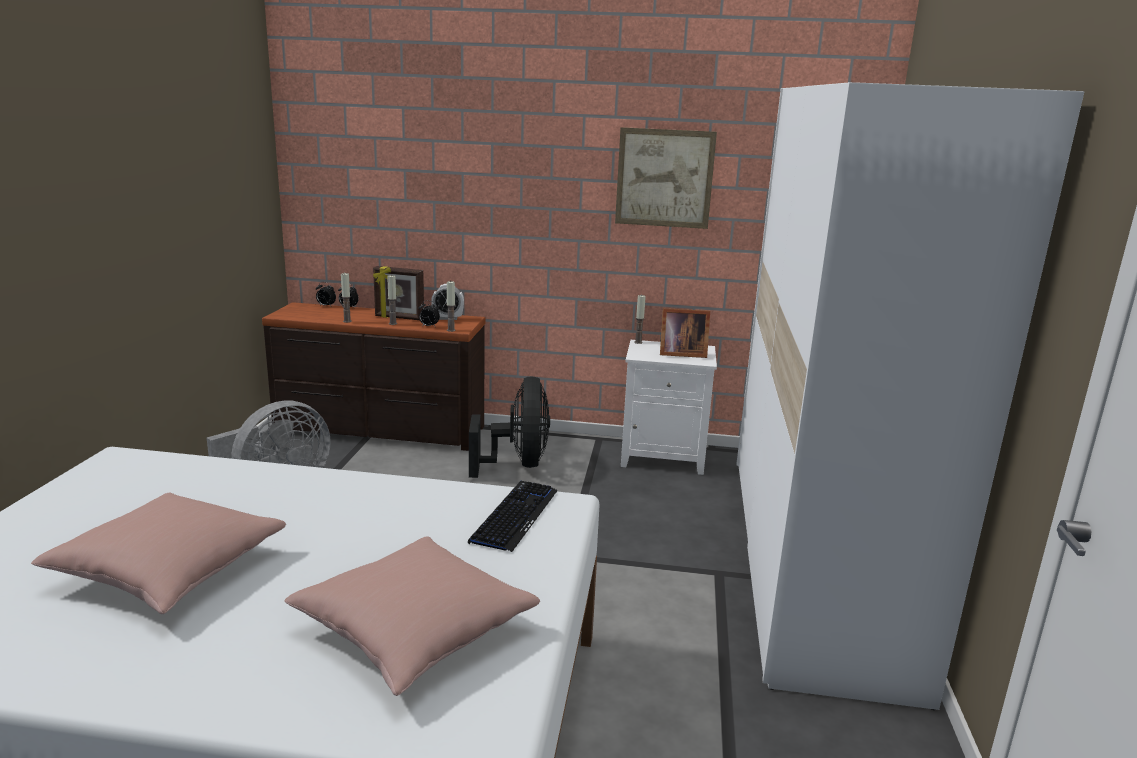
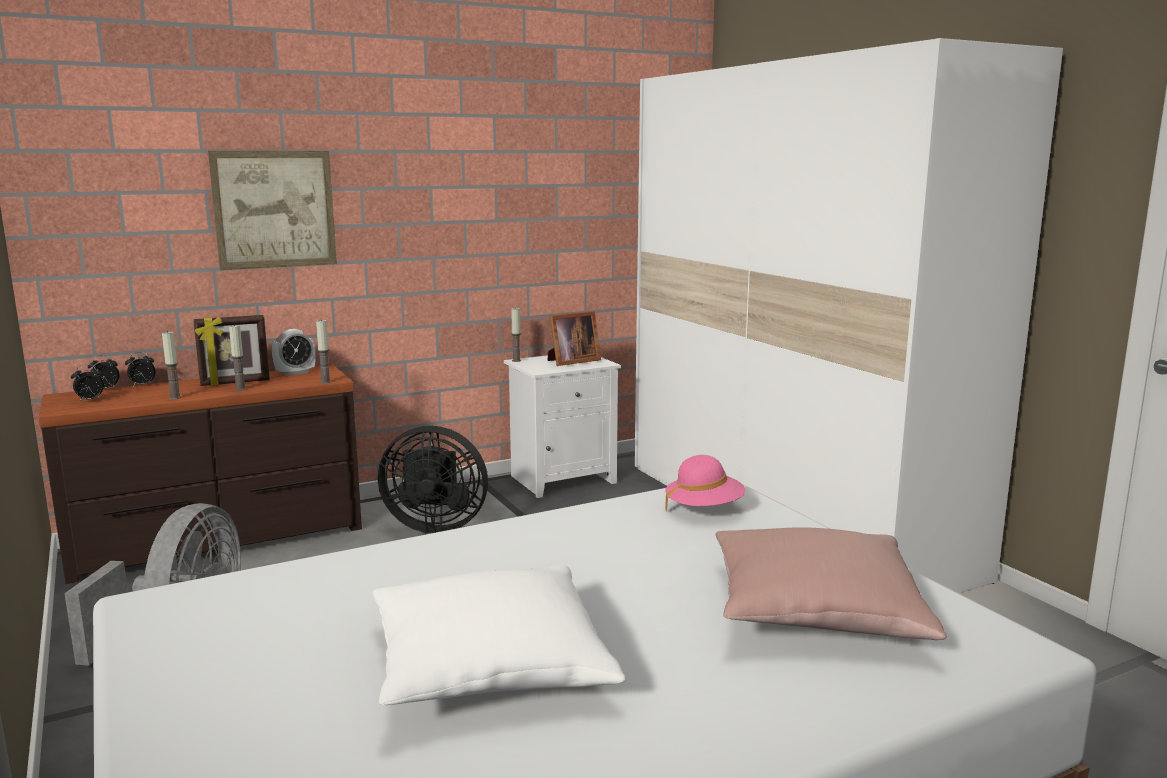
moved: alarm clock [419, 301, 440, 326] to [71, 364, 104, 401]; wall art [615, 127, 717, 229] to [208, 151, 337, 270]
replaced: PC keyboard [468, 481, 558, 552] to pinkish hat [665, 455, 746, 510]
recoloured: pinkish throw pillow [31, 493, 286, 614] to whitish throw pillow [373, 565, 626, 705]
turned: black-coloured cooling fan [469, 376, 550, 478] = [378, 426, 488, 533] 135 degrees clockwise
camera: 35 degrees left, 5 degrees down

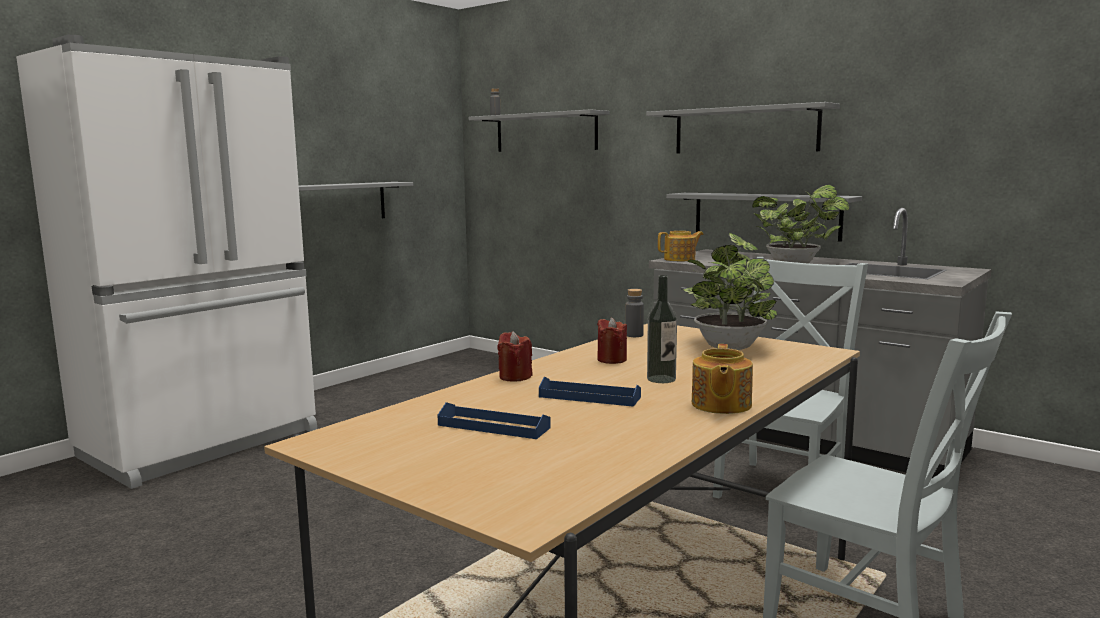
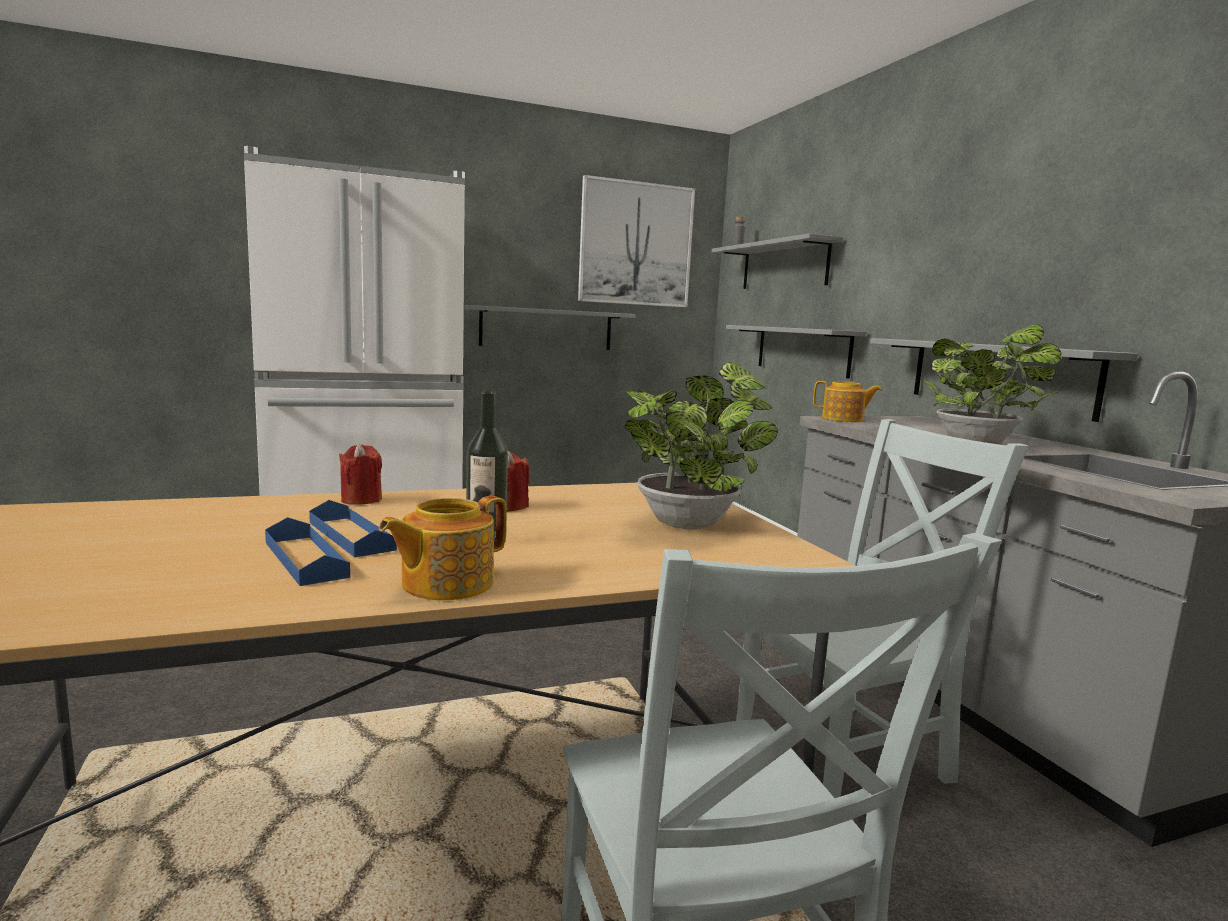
removed: grey beverage bottle [625, 289, 644, 337]
added: wall art [578, 175, 695, 307]
moved: bluish serving tray [438, 402, 551, 439] to [265, 517, 350, 586]; grey bracket shelf [646, 102, 840, 154] to [726, 325, 867, 379]
camera: 30 degrees right, 0 degrees up

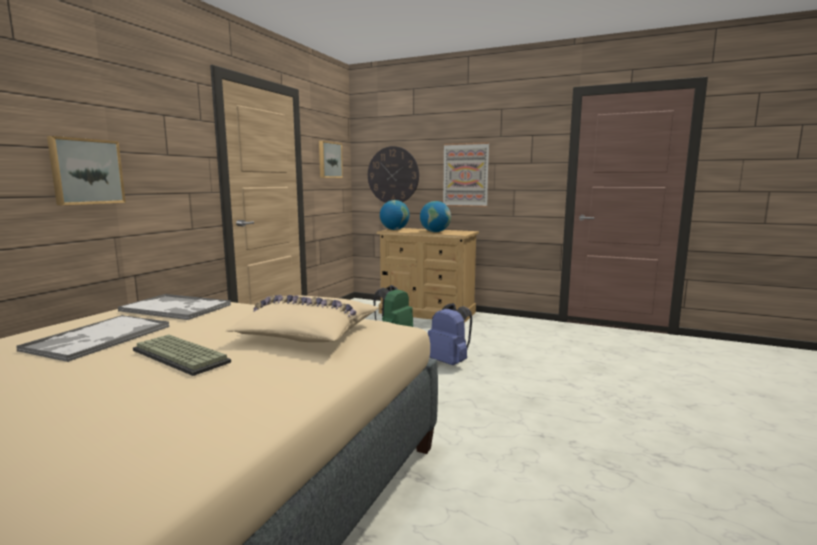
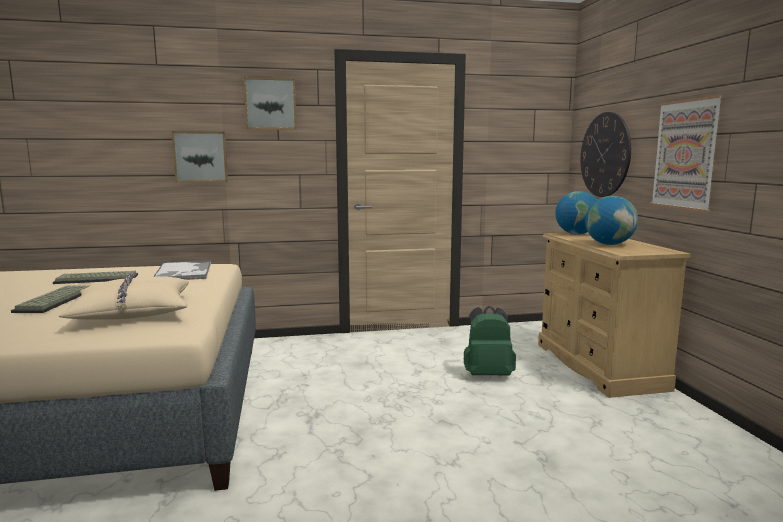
removed: bluish rucksack [428, 303, 472, 365]
moved: wall art [319, 141, 343, 178] to [244, 77, 297, 130]
replaced: serving tray [16, 315, 169, 362] to PC keyboard [53, 271, 138, 284]
camera: 55 degrees right, 0 degrees up

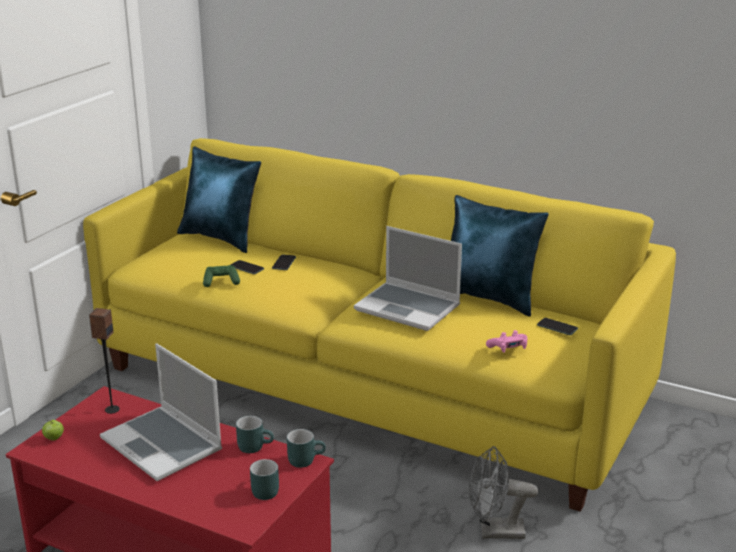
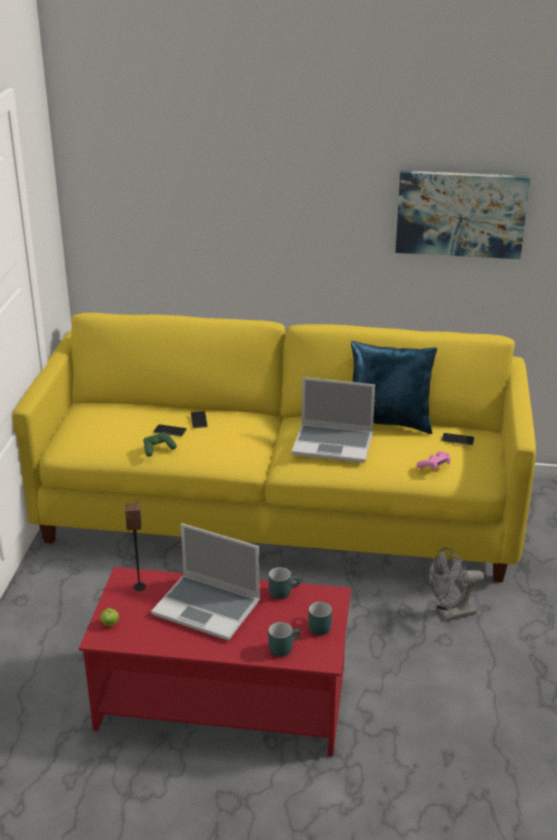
removed: bluish throw pillow [177, 146, 261, 253]
added: wall art [395, 170, 530, 259]
moved: turquoise-coloured tea mug [287, 429, 326, 468] to [268, 622, 300, 657]
camera: 20 degrees left, 5 degrees up

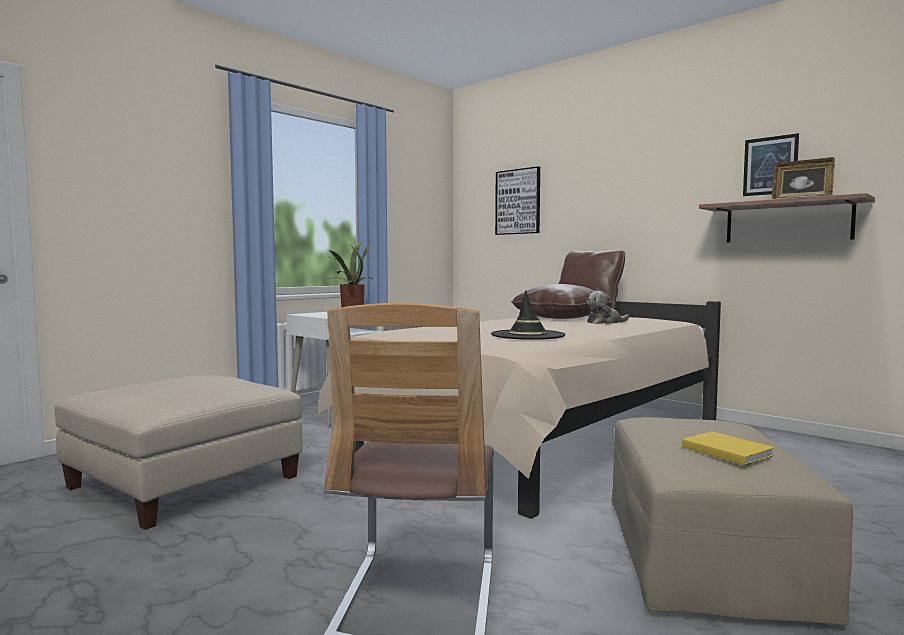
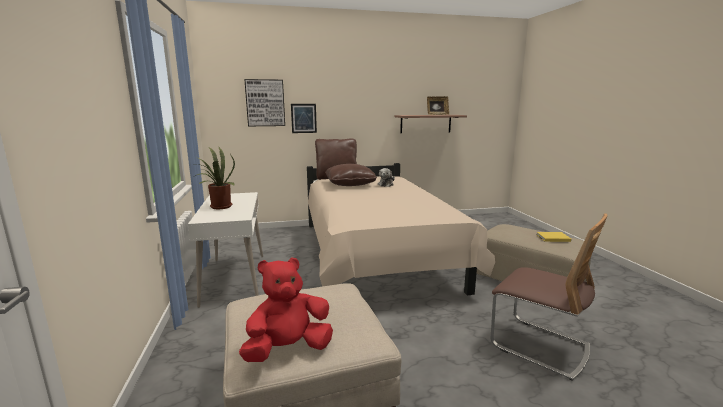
removed: black-coloured hat [491, 291, 566, 340]
added: reddish plush toy [239, 257, 333, 362]
moved: wall art [743, 133, 799, 196] to [291, 104, 317, 133]
camera: 55 degrees left, 10 degrees up

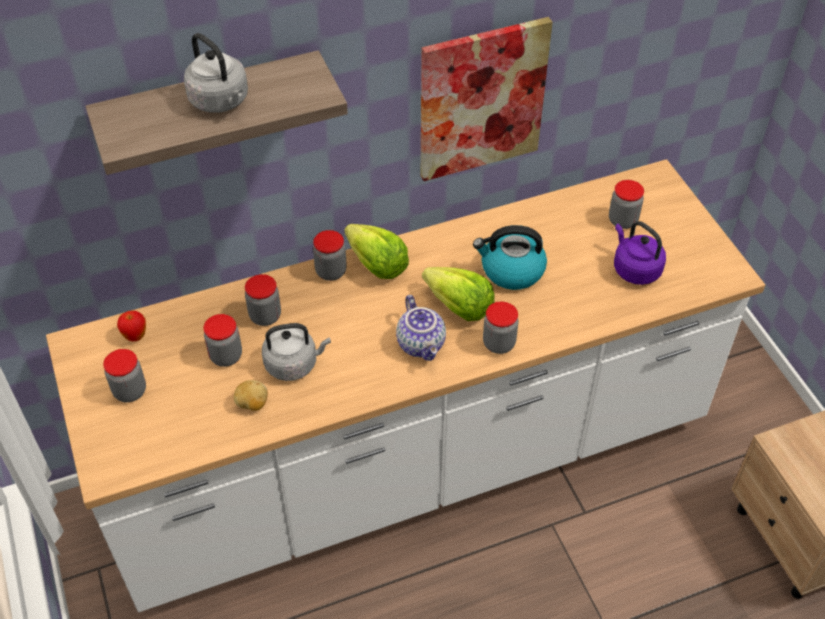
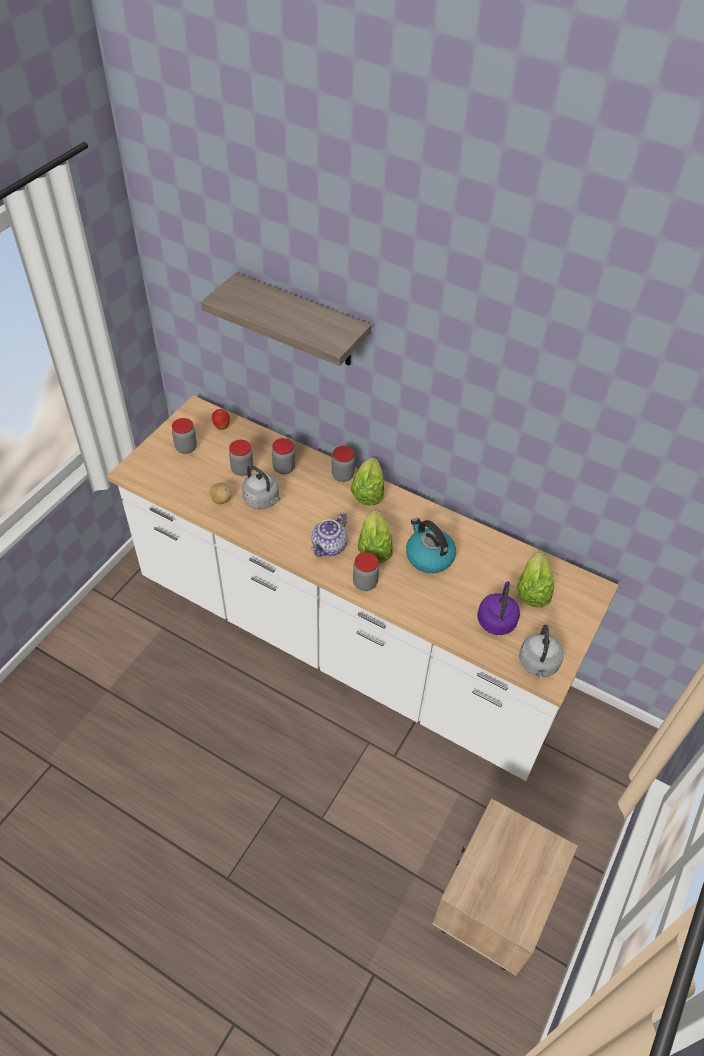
removed: wall art [421, 17, 553, 181]
moved: grey water kettle [184, 33, 248, 113] to [519, 625, 564, 678]
replaced: preserve jar [609, 180, 644, 229] to lettuce head [517, 552, 554, 607]
camera: 50 degrees right, 0 degrees up

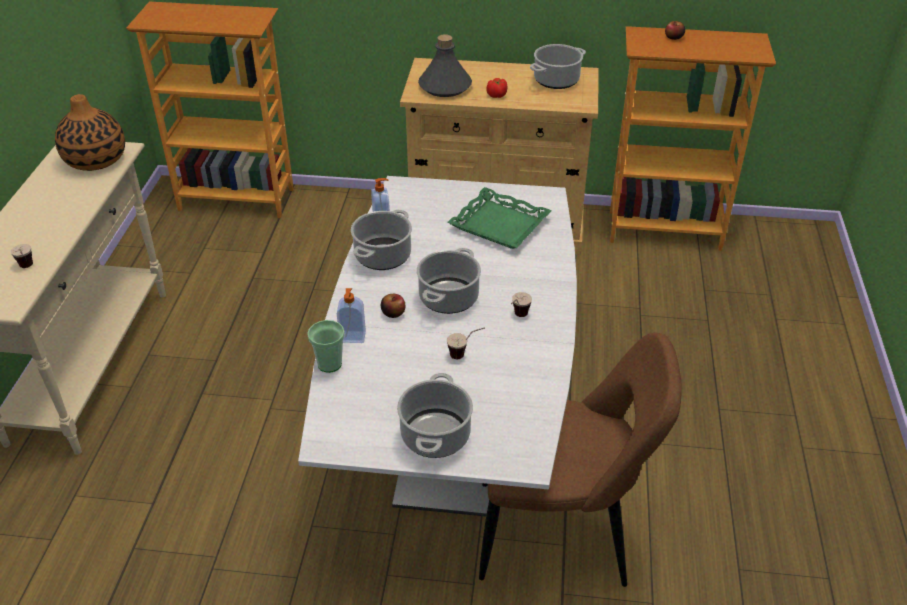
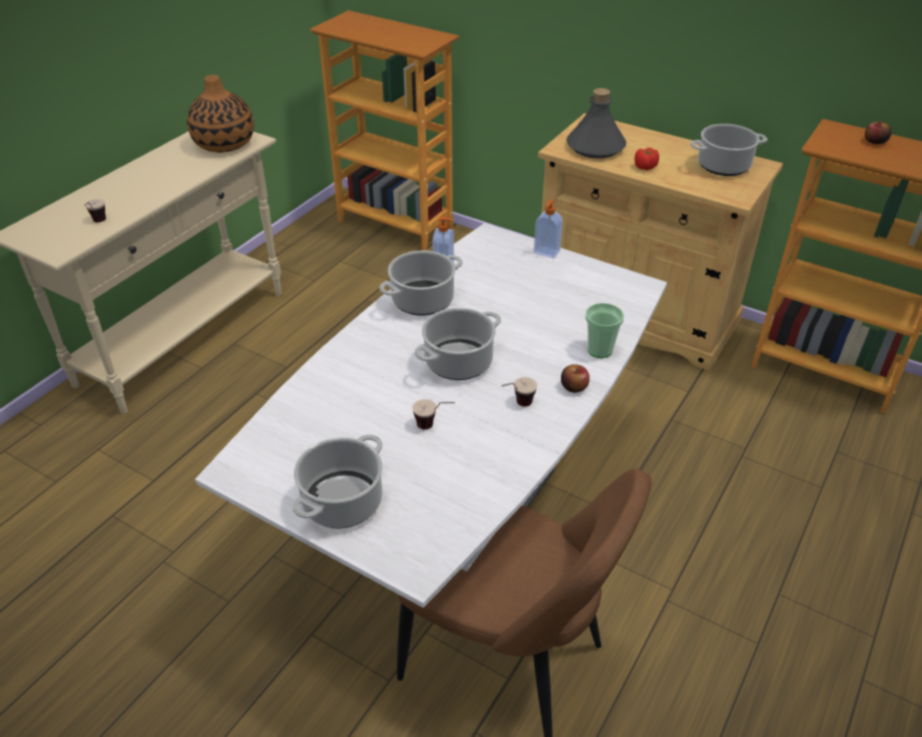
removed: green serving tray [447, 187, 552, 249]
moved: soap dispenser [337, 288, 366, 343] to [534, 200, 563, 258]; apple [381, 294, 405, 318] to [561, 364, 590, 393]; drinking cup [307, 320, 345, 373] to [585, 303, 624, 358]
camera: 25 degrees right, 0 degrees up

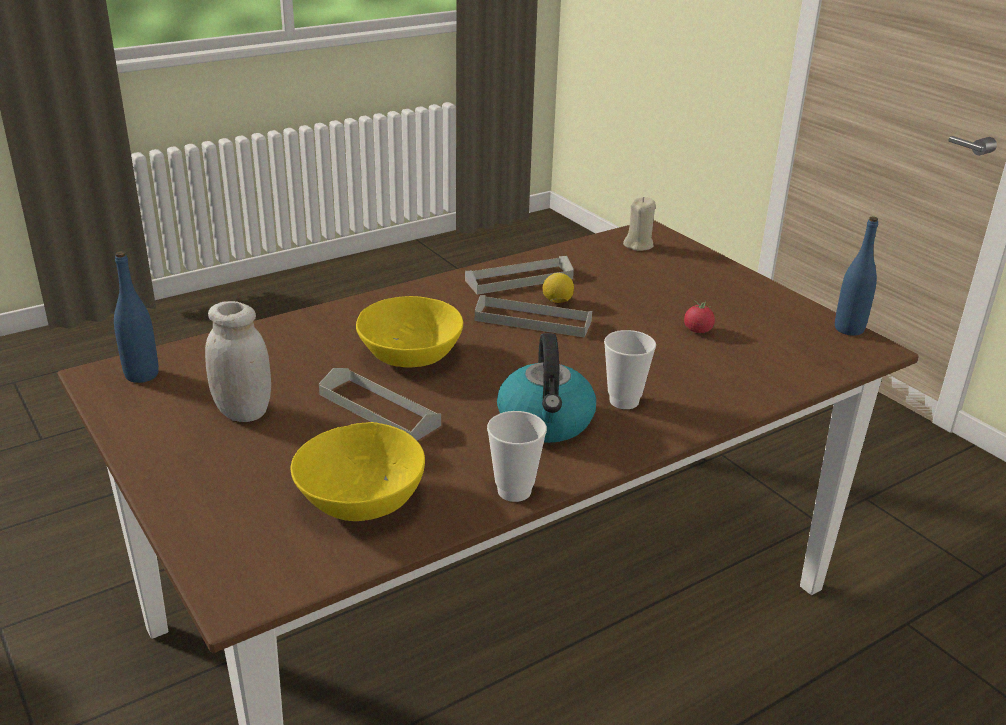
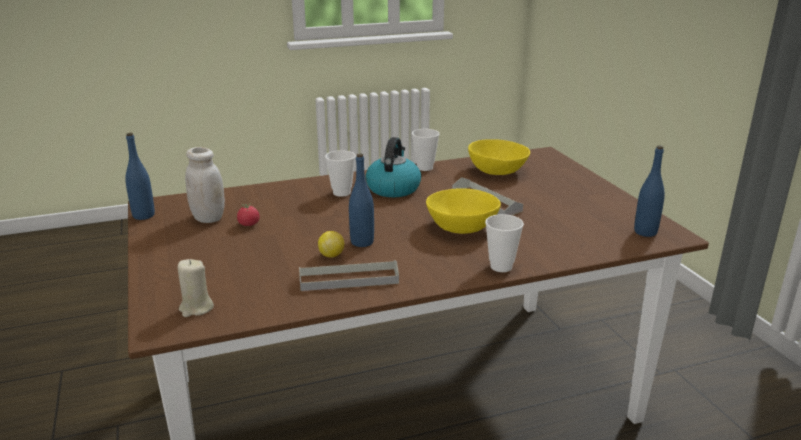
added: drinking cup [485, 214, 524, 272]
moved: whitish preserve jar [205, 301, 271, 422] to [185, 147, 225, 223]
replaced: grey serving tray [475, 295, 592, 337] to bluish beverage bottle [349, 153, 374, 247]
camera: 165 degrees left, 5 degrees down

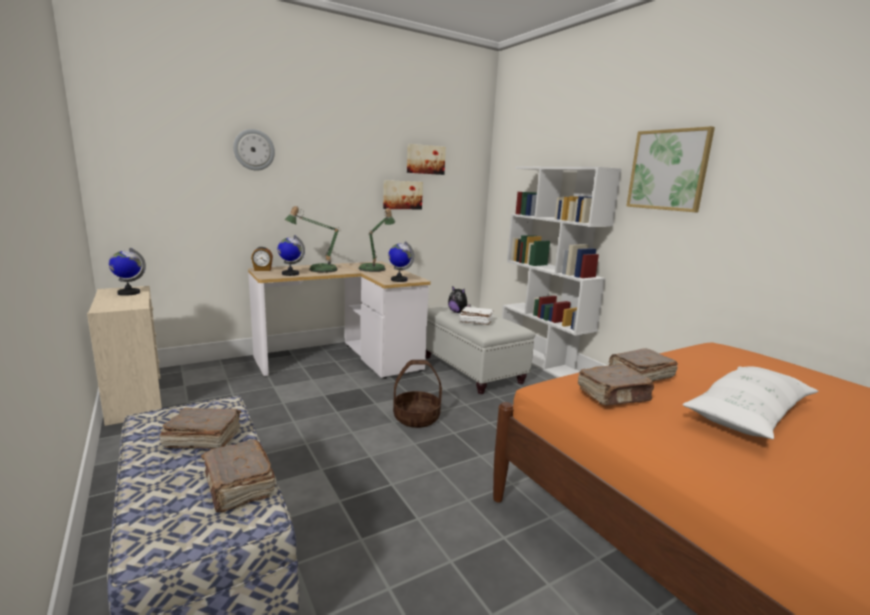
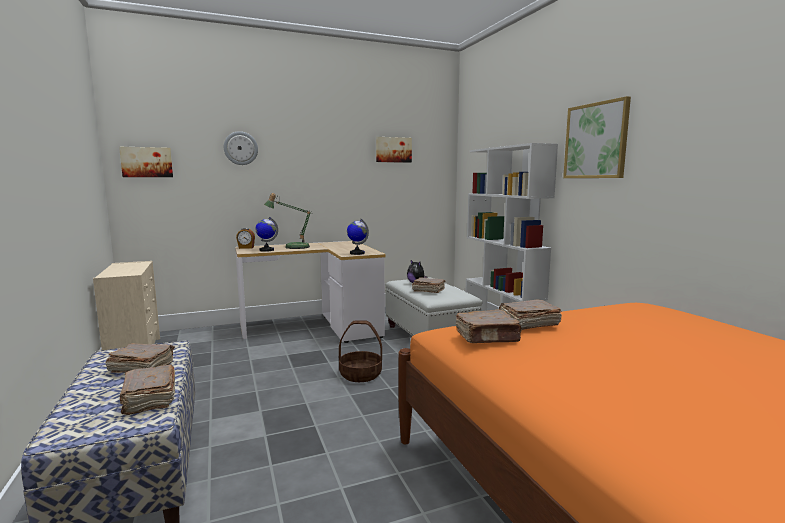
removed: desk globe [109, 248, 146, 296]; lamp for a table [359, 208, 395, 272]; whitish throw pillow [683, 366, 818, 439]
moved: wall art [383, 180, 423, 209] to [119, 147, 173, 177]
recoloured: whitish volume [459, 306, 493, 325] to brown volume [412, 277, 445, 293]
camera: 10 degrees right, 5 degrees down

